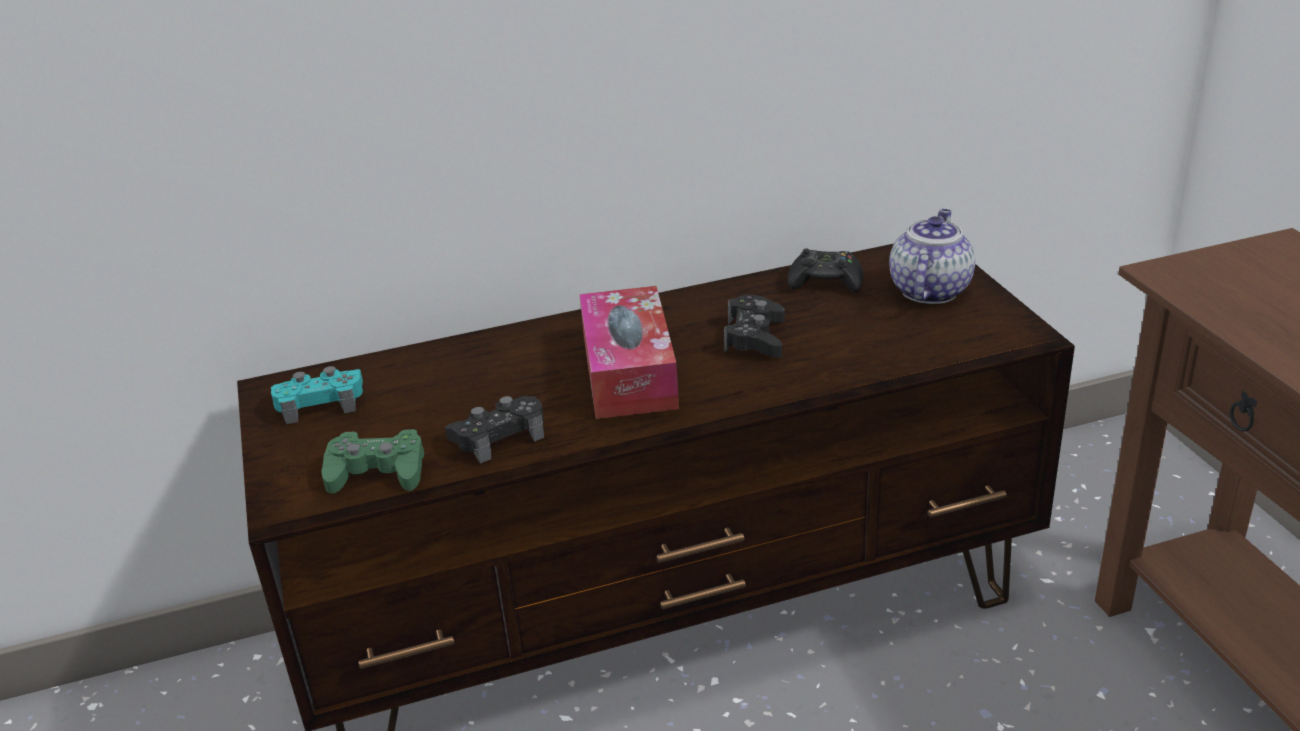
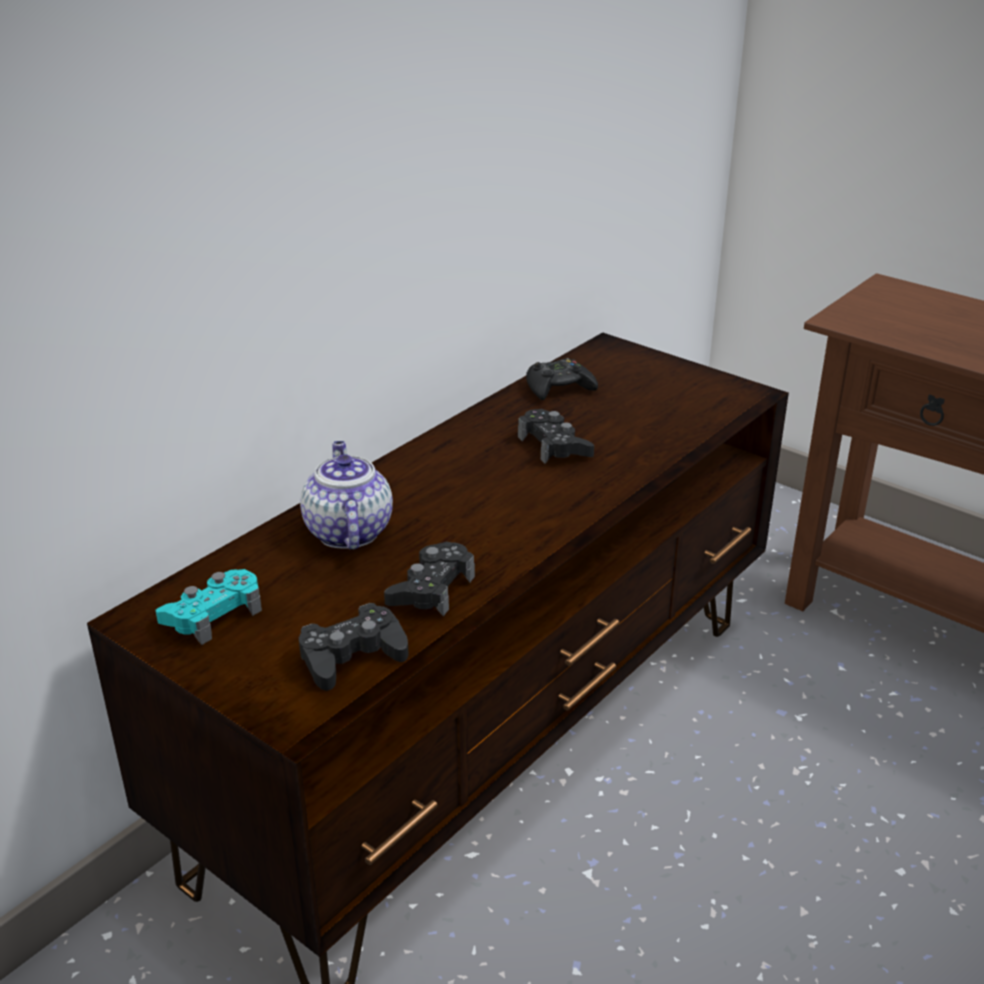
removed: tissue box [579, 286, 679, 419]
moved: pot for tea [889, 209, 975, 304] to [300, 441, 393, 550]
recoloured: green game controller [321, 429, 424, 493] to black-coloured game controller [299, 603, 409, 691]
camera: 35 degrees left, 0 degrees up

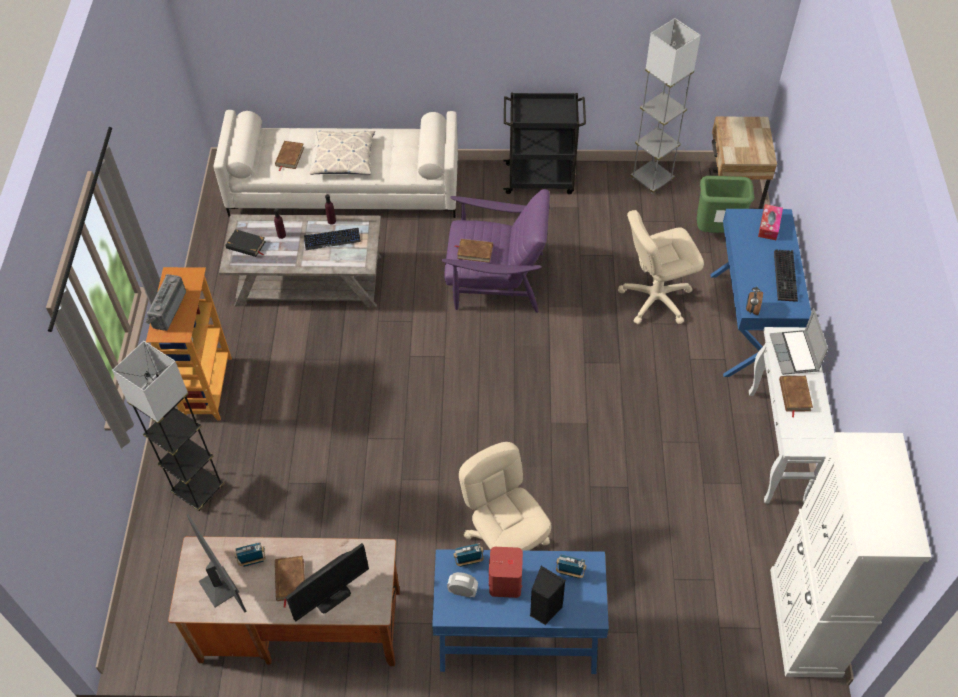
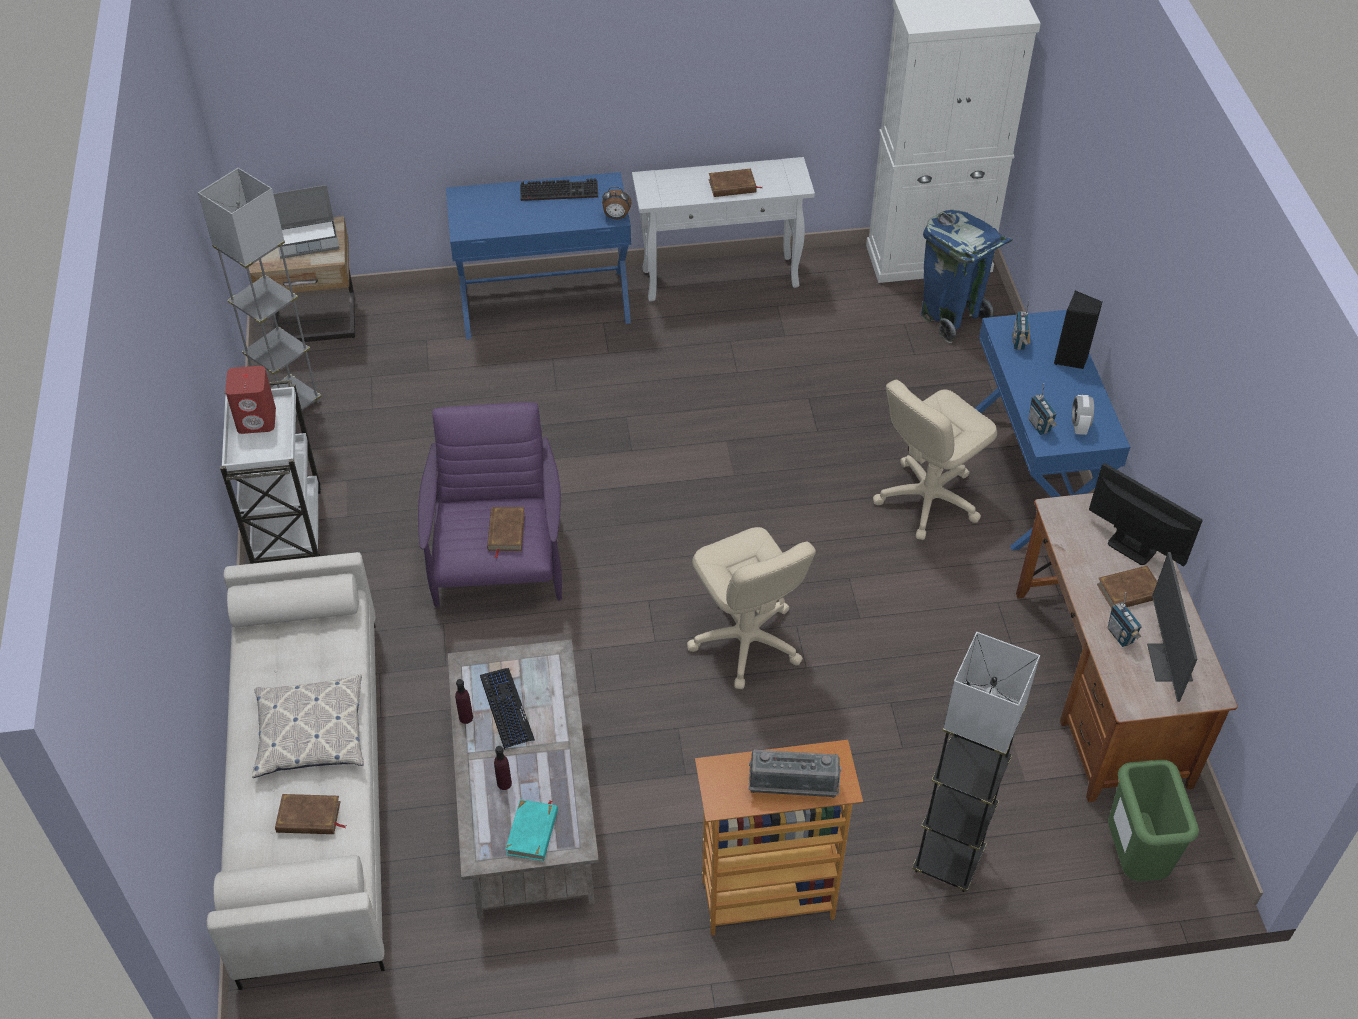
removed: tissue box [758, 204, 783, 240]
added: bluish waste bin [921, 210, 1012, 343]
moved: reddish speaker [489, 547, 523, 598] to [225, 366, 276, 434]; laptop [770, 308, 828, 375] to [273, 185, 339, 258]; beige office chair [618, 210, 704, 324] to [687, 527, 816, 689]; green waste bin [697, 176, 754, 233] to [1108, 760, 1199, 882]
recoloured: black-coloured wheeled cart [503, 92, 586, 194] to whitish wheeled cart [220, 380, 321, 564]; black-coloured volume [226, 229, 266, 257] to turquoise-coloured volume [505, 799, 558, 861]
turned: monitor [187, 514, 247, 612] = [1147, 552, 1197, 702] 45 degrees counterclockwise
camera: 100 degrees left, 5 degrees down

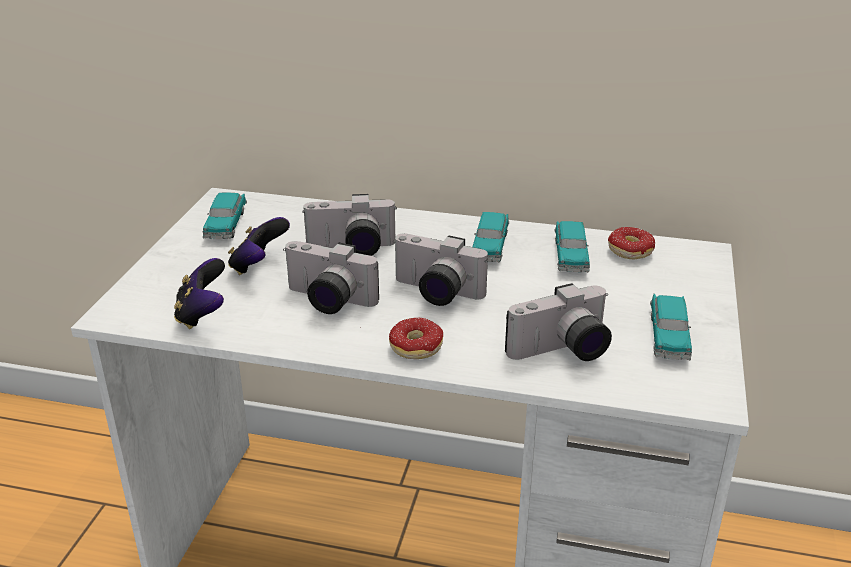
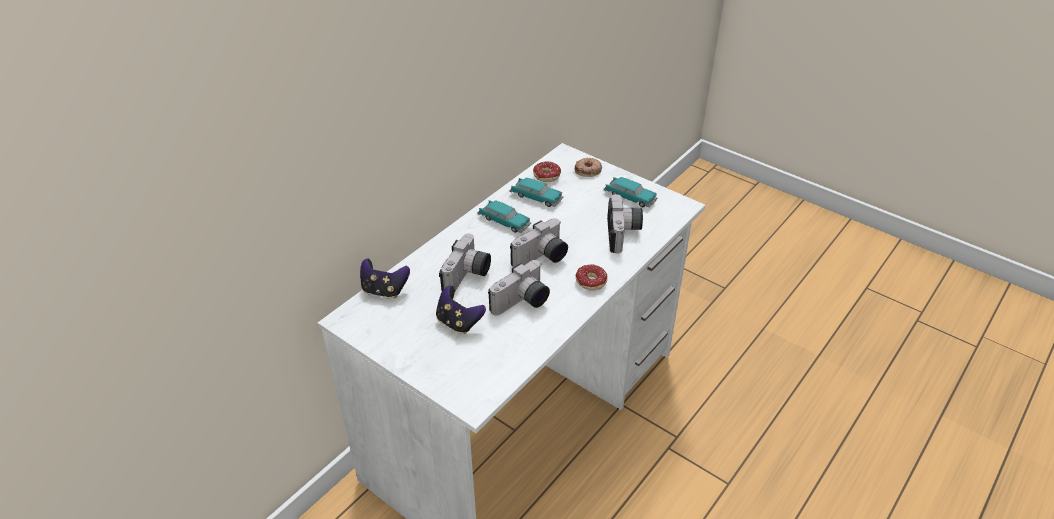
removed: miniature car [203, 193, 247, 239]
added: doughnut [575, 157, 602, 177]
moved: game controller [174, 258, 225, 329] to [360, 258, 410, 298]
camera: 65 degrees left, 10 degrees up

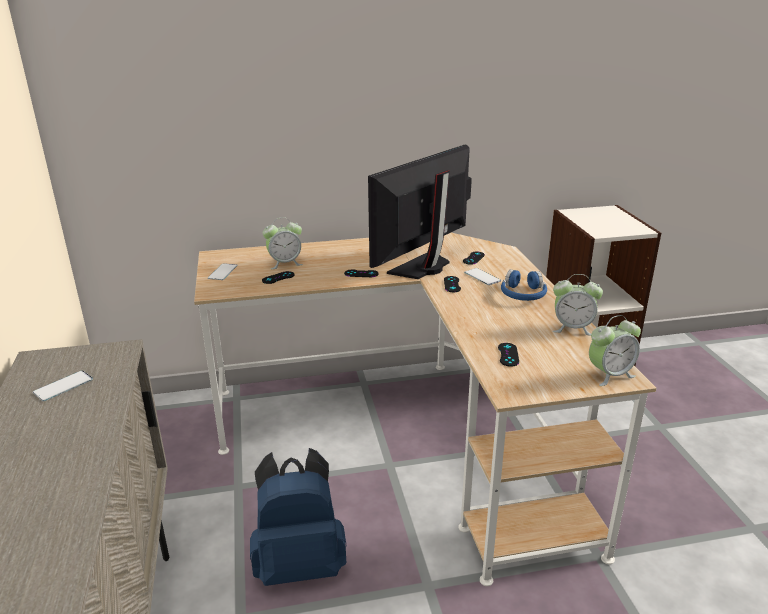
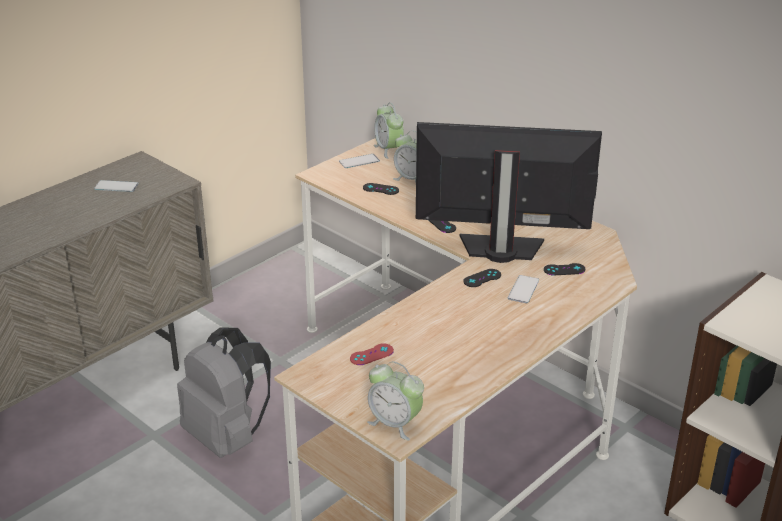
removed: bluish headset [501, 269, 547, 301]
moved: alarm clock [553, 274, 603, 336] to [374, 102, 404, 159]
recoloured: bluish rucksack [250, 448, 347, 586] to grey rucksack [177, 327, 271, 458]; black-coloured game controller [498, 343, 519, 367] to reddish game controller [350, 343, 394, 365]
camera: 55 degrees right, 5 degrees up

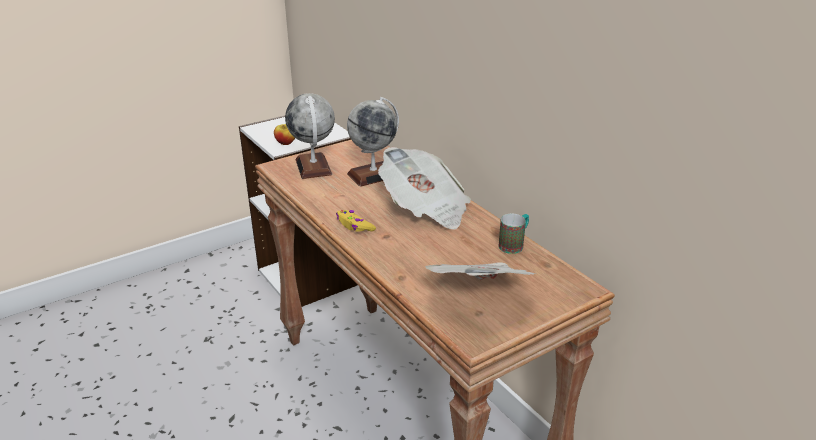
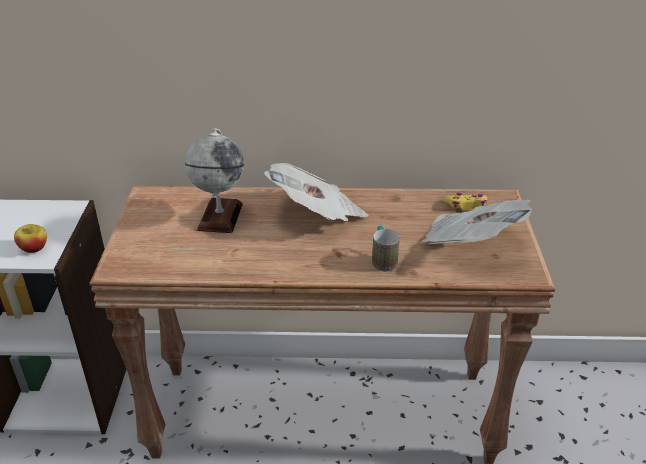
removed: desk globe [285, 93, 335, 179]
moved: tea mug [499, 214, 529, 254] to [372, 225, 400, 272]; yellow game controller [336, 210, 376, 232] to [443, 193, 487, 210]
camera: 55 degrees left, 5 degrees up

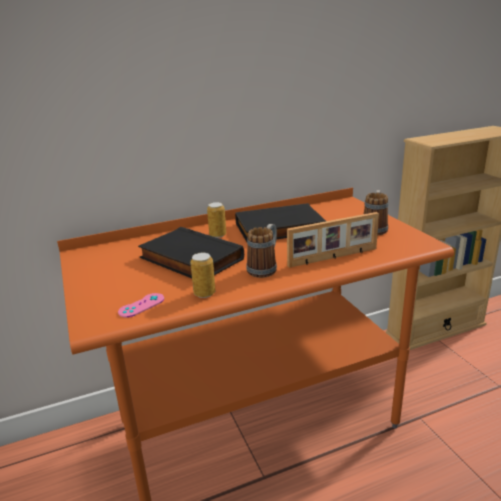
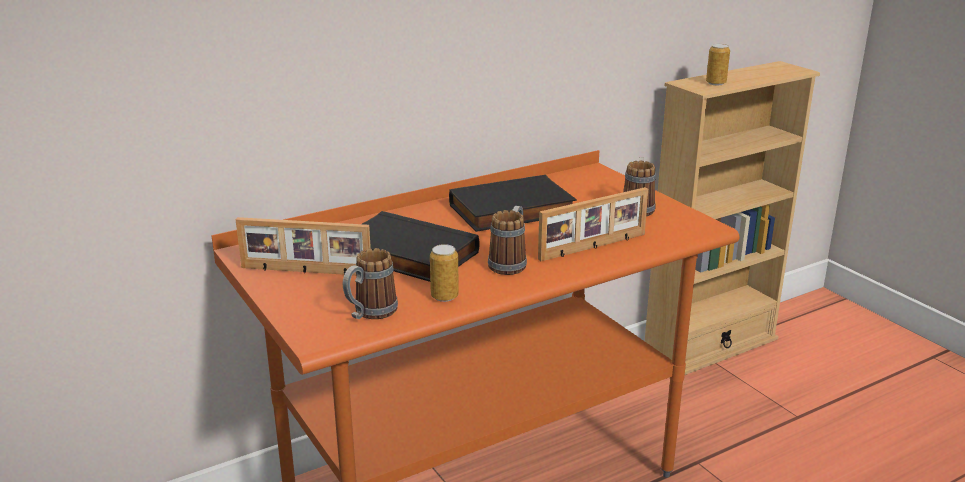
added: picture frame [235, 217, 371, 275]
moved: sealed can [207, 202, 226, 238] to [706, 44, 730, 85]
replaced: pinkish game controller [118, 293, 164, 317] to tea mug [343, 248, 398, 319]
camera: 10 degrees left, 0 degrees up

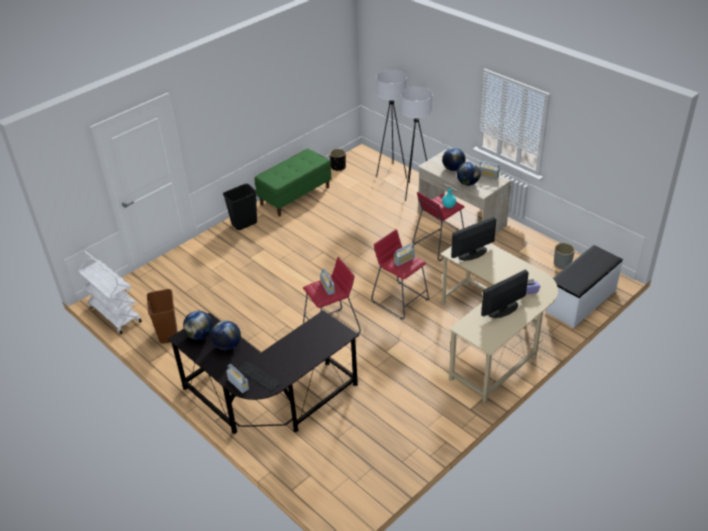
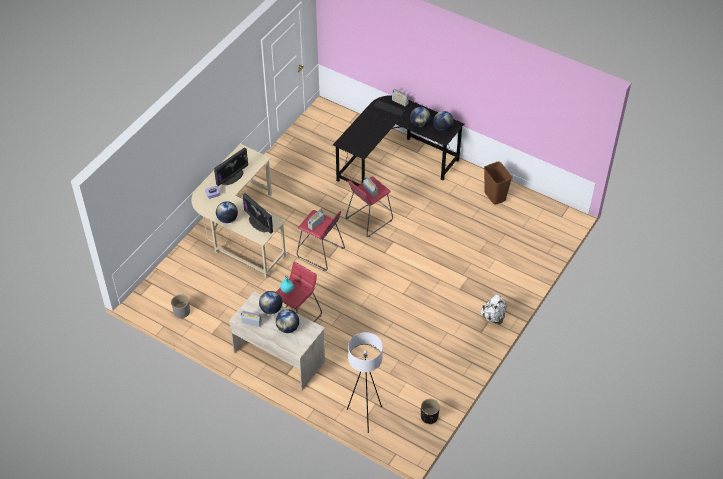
removed: whitish wheeled cart [78, 251, 142, 334]; green indoor bench [255, 149, 332, 216]; whitish standard lamp [401, 87, 433, 201]; whitish indoor bench [545, 245, 623, 328]
added: desk globe [216, 201, 238, 223]
replaced: black-coloured waste bin [223, 184, 257, 230] to whitish rucksack [481, 295, 507, 325]
turned: monitor [451, 216, 496, 261] = [242, 193, 273, 234] 90 degrees clockwise
camera: 165 degrees right, 10 degrees up

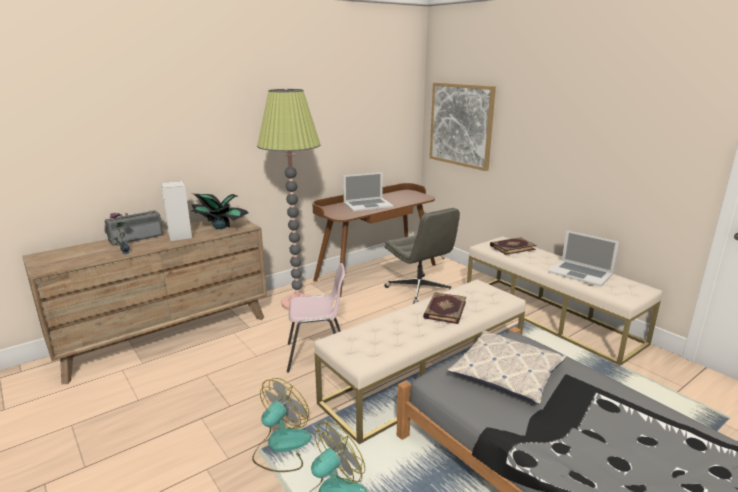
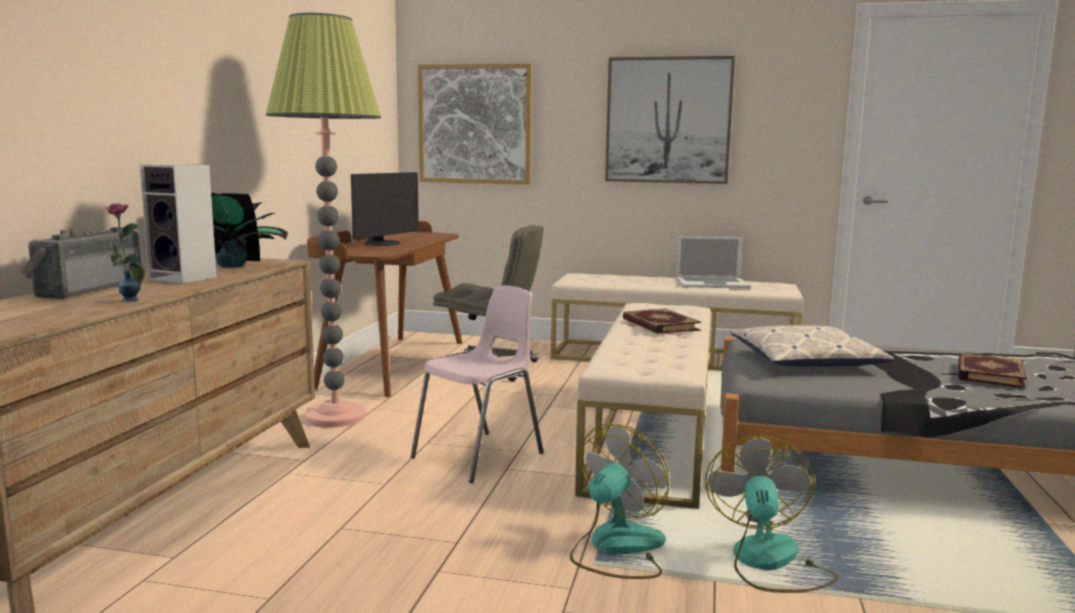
added: wall art [605, 56, 735, 184]
moved: volume [490, 237, 536, 255] to [958, 353, 1027, 388]
replaced: laptop [343, 172, 394, 212] to monitor [351, 172, 419, 246]
turned: cooling fan [252, 378, 311, 472] = [570, 424, 669, 579] 45 degrees clockwise
camera: 40 degrees left, 10 degrees down

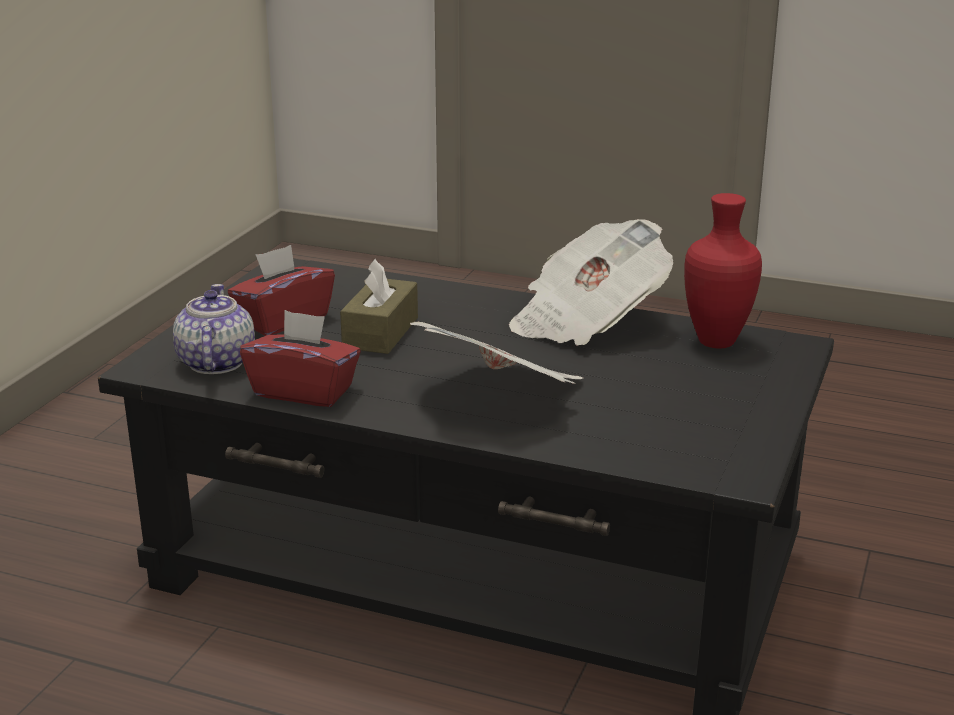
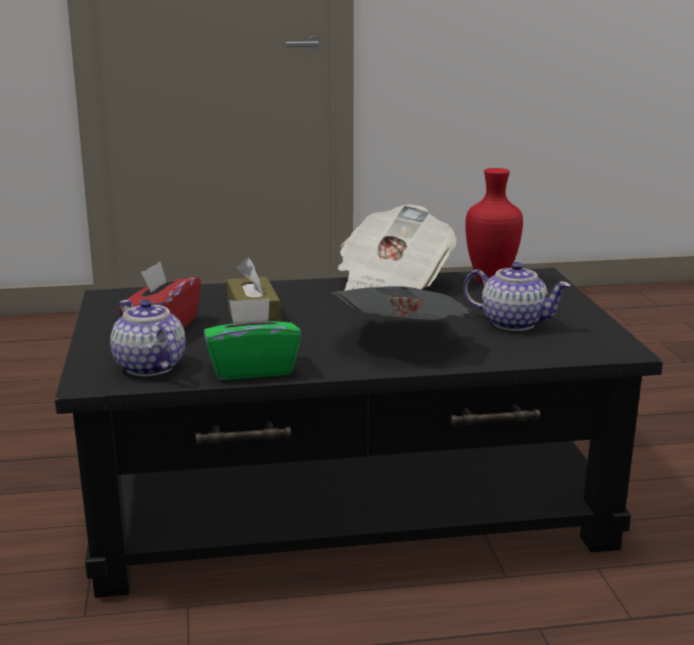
added: pot for tea [463, 262, 571, 331]
recoloured: reddish tissue box [240, 310, 361, 407] to green tissue box [204, 298, 301, 380]
camera: 30 degrees left, 5 degrees down

